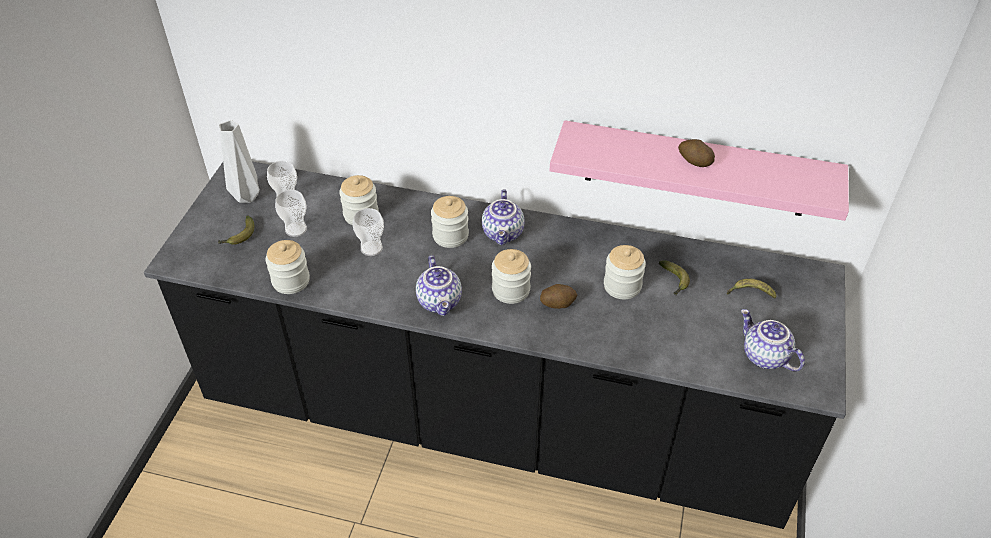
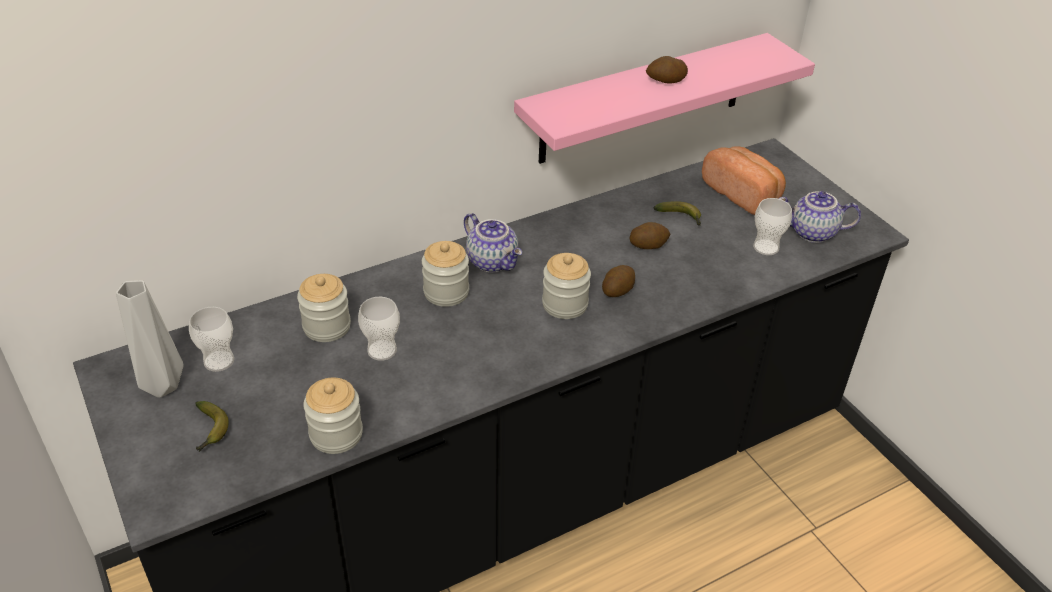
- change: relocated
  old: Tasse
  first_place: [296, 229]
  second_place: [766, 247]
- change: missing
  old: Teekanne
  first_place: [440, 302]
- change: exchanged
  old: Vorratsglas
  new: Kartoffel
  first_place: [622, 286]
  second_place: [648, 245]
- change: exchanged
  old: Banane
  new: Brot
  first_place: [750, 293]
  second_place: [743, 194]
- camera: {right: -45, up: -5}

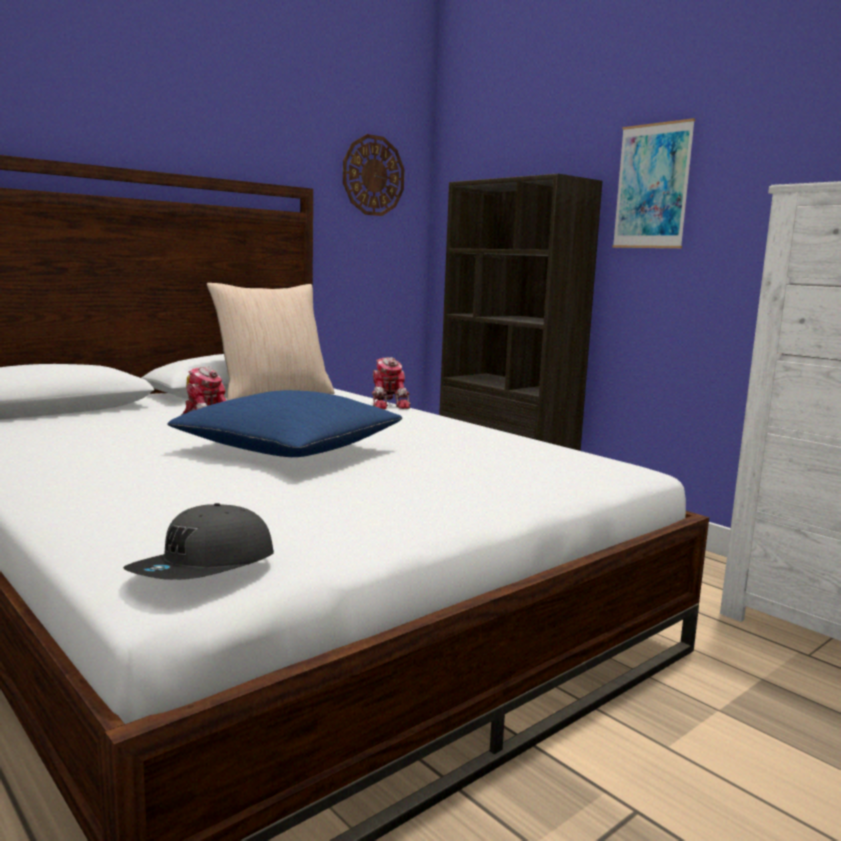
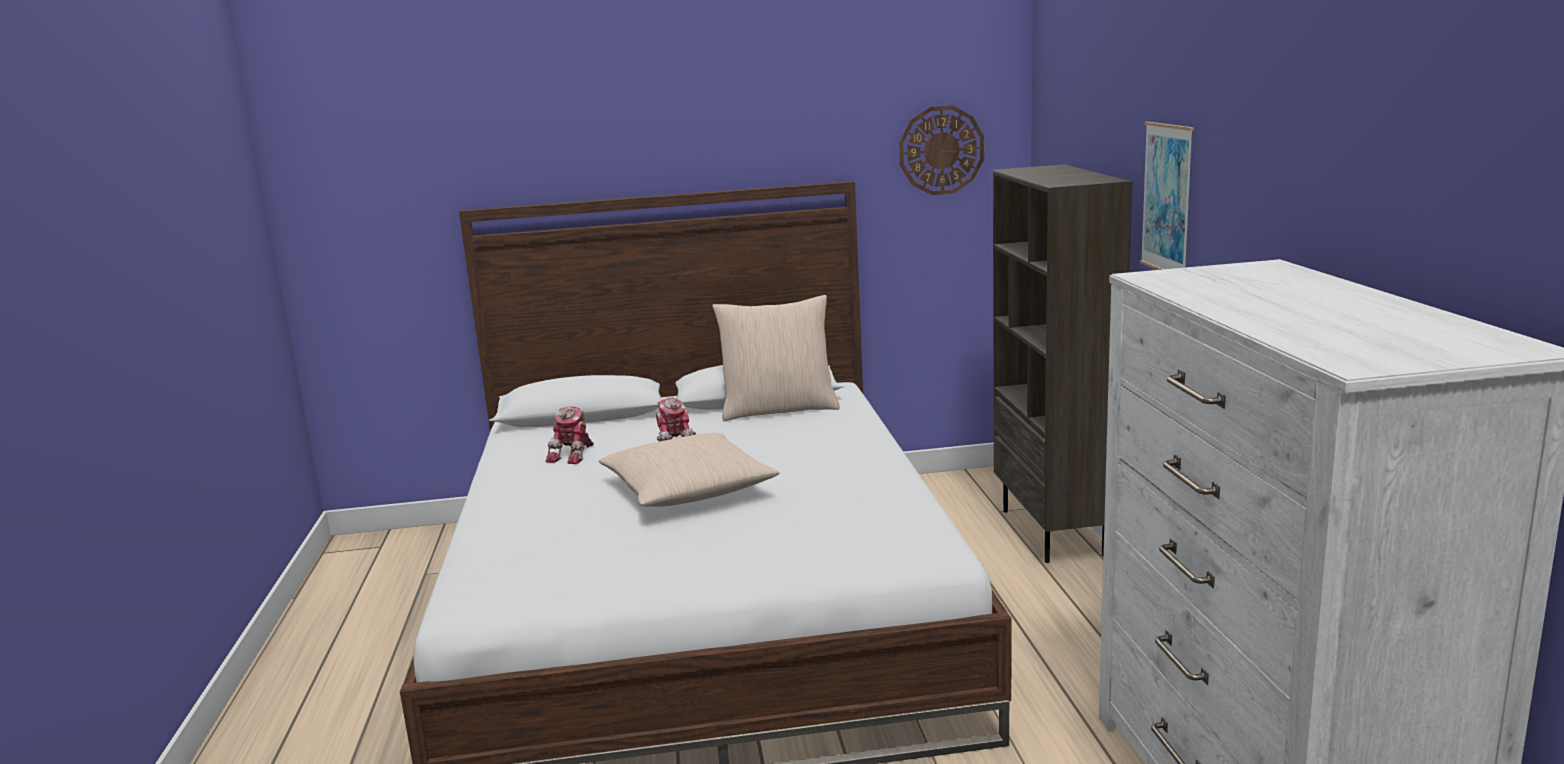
- change: missing
  old: Kappe [grau]
  first_place: [204, 568]
- change: colour
  old: Kissen [blau]
  new: Kissen [beige]
  first_place: [289, 449]
  second_place: [688, 490]
- change: relocated
  old: Spielzeugroboter
  first_place: [388, 404]
  second_place: [574, 454]
- camera: {right: 35, up: 5}

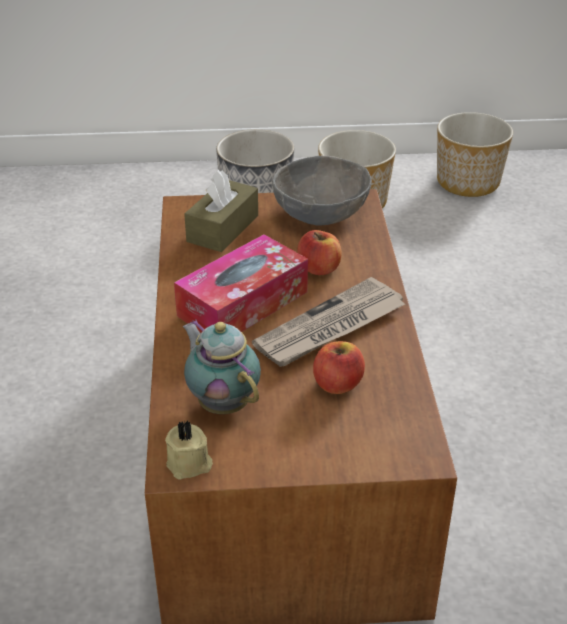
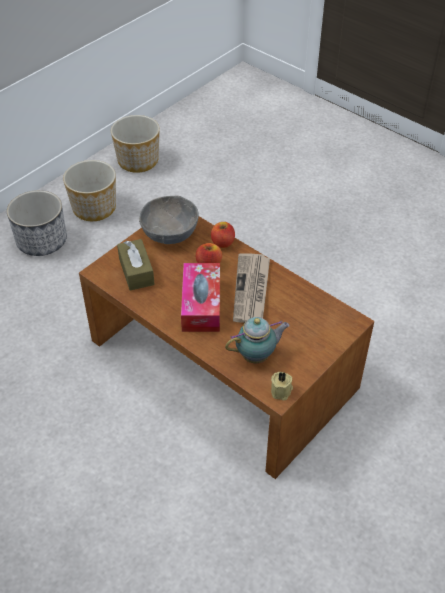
- change: spun
  old: Teekanne
  first_place: [222, 403]
  second_place: [257, 356]
  degrees: 150
- change: relocated
  old: Apfel
  first_place: [337, 384]
  second_place: [222, 243]
- camera: {right: -45, up: 10}

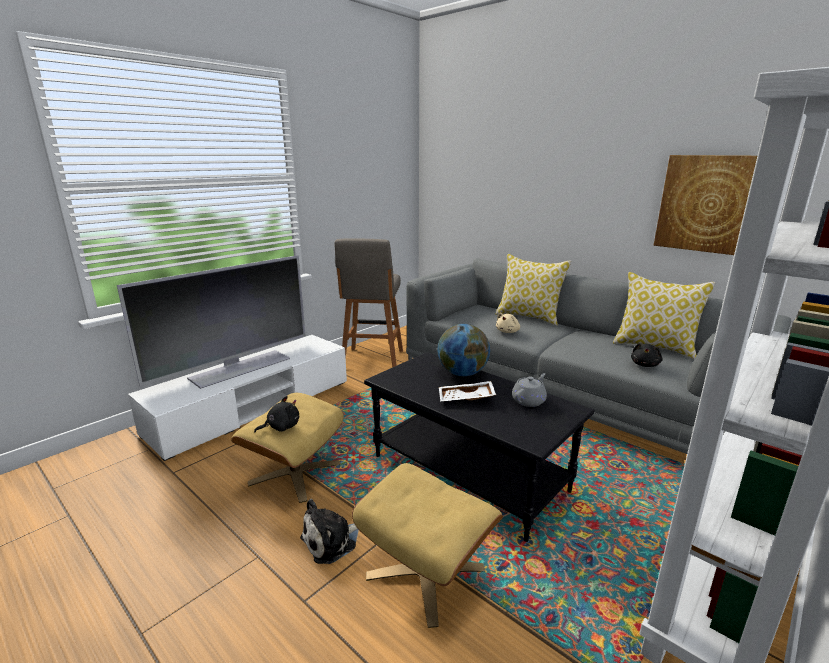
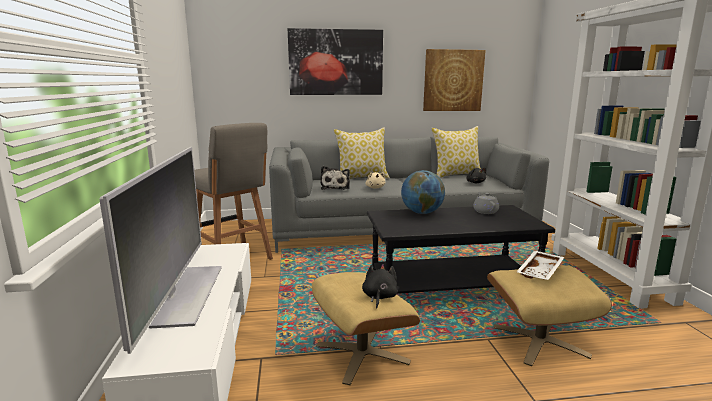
- change: relocated
  old: Plüschtier
  first_place: [332, 541]
  second_place: [335, 187]
- change: relocated
  old: Tablett [weiß]
  first_place: [466, 399]
  second_place: [541, 272]
- change: appeared
  new: Bild
  second_place: [336, 62]
- camera: {right: -50, up: -5}

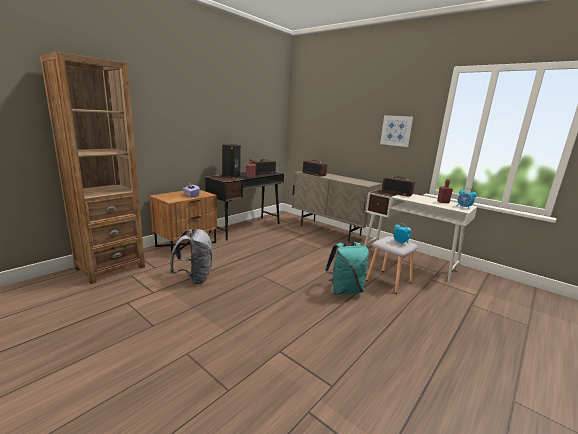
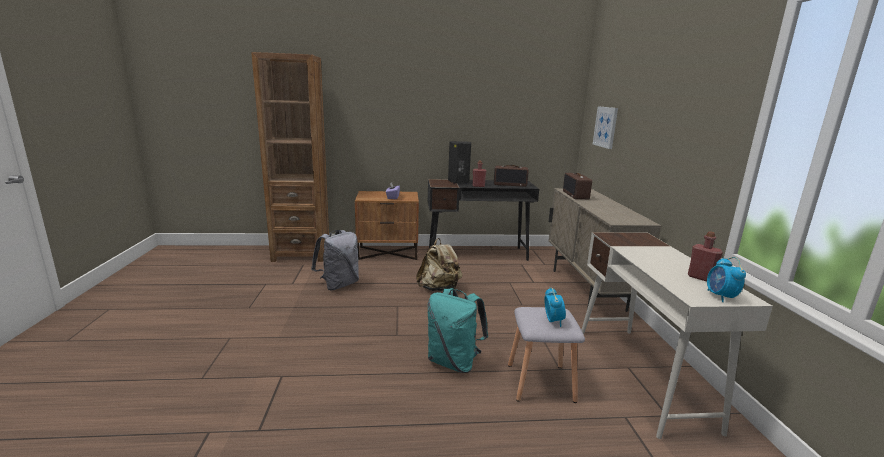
- change: relocated
  old: Bild
  first_place: [396, 130]
  second_place: [606, 127]
- change: missing
  old: Radio
  first_place: [397, 193]
- change: appeared
  new: Rucksack [beige]
  second_place: [439, 288]
- camera: {right: 45, up: 0}

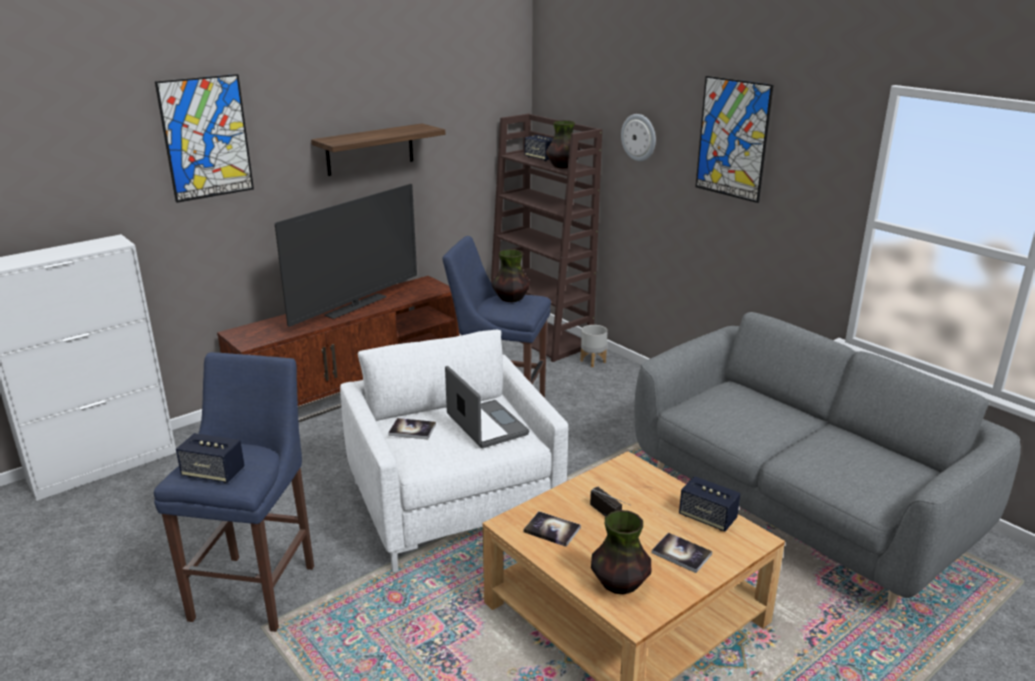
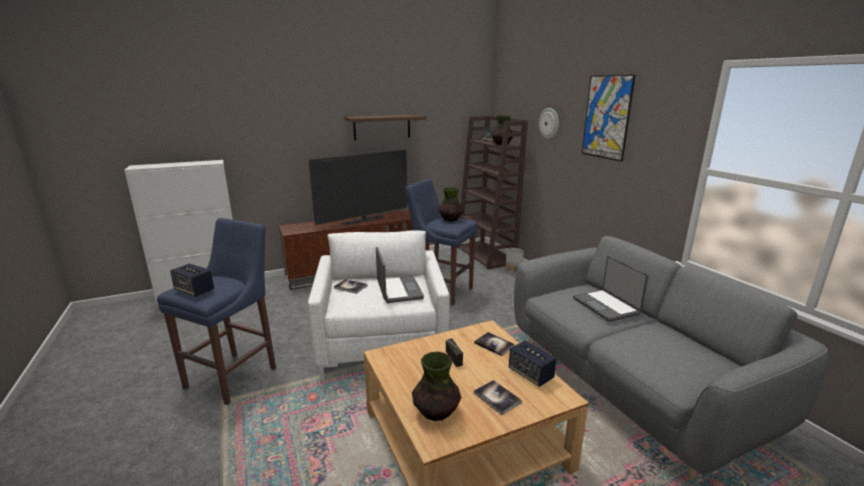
- change: missing
  old: Bild
  first_place: [206, 138]
- change: relocated
  old: Buch
  first_place: [552, 530]
  second_place: [494, 344]
- change: appeared
  new: Laptop
  second_place: [607, 306]
- camera: {right: 15, up: -5}

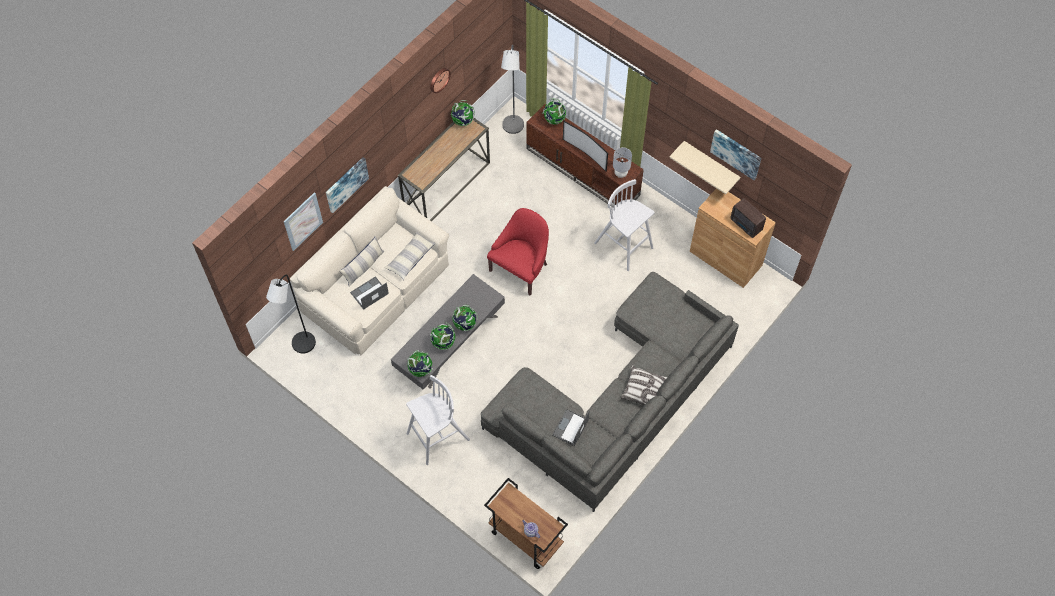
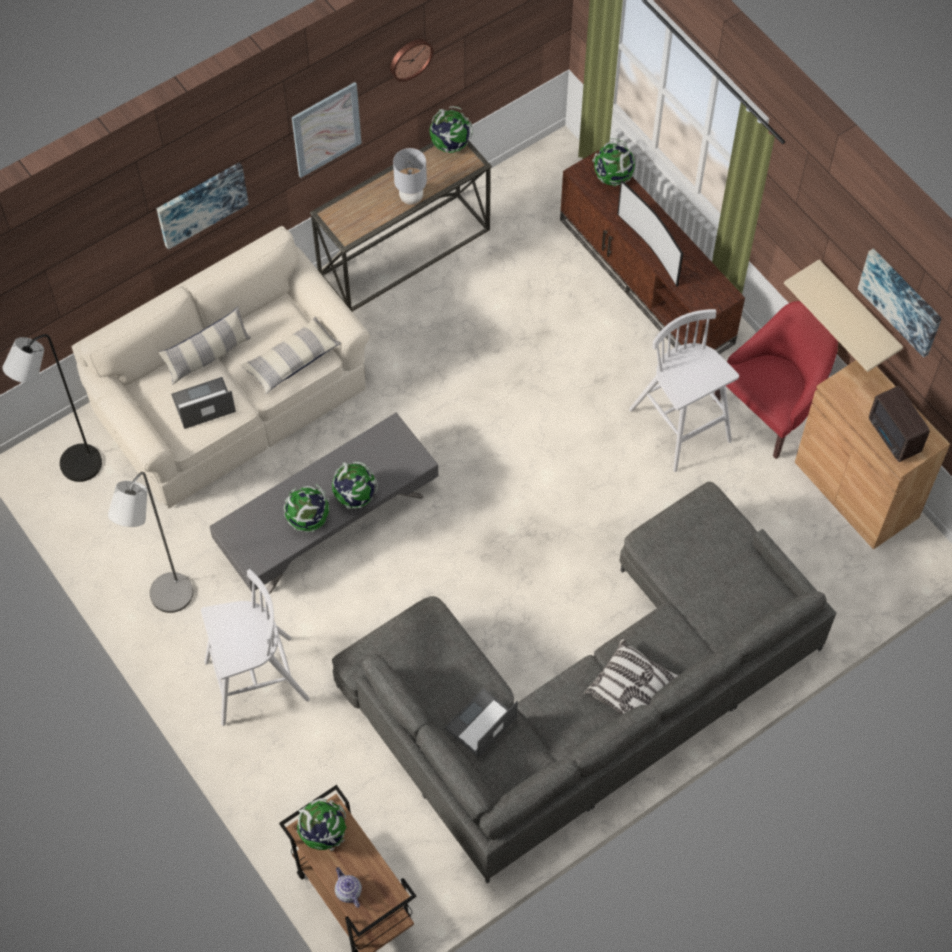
- change: relocated
  old: Bild
  first_place: [303, 221]
  second_place: [326, 129]
- change: relocated
  old: Globus
  first_place: [421, 370]
  second_place: [324, 833]
- change: relocated
  old: Sessel [rot]
  first_place: [521, 268]
  second_place: [771, 408]
- change: relocated
  old: Stehlampe [grau]
  first_place: [512, 128]
  second_place: [167, 600]
- change: relocated
  old: Tischlampe [grau]
  first_place: [620, 173]
  second_place: [410, 197]
- camera: {right: 15, up: 0}

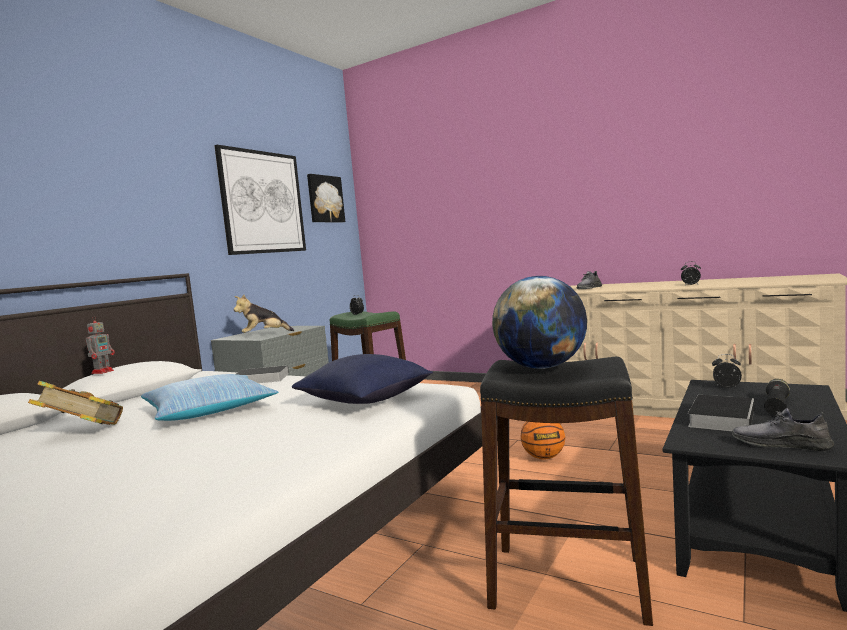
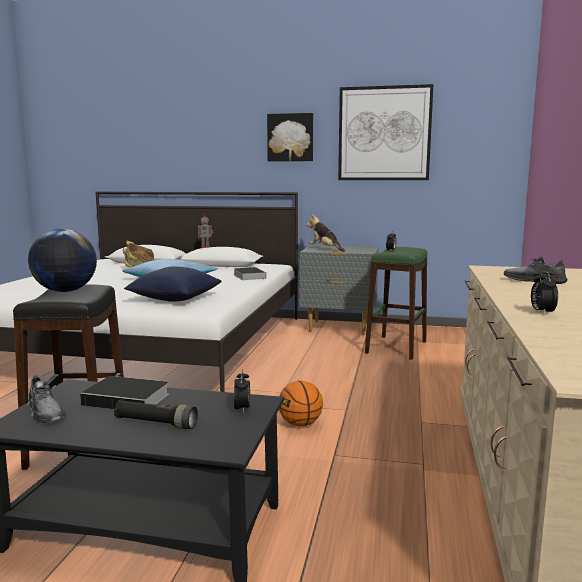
- change: relocated
  old: Bild
  first_place: [325, 199]
  second_place: [290, 137]
- change: spun
  old: Schuh [grau]
  first_place: [781, 444]
  second_place: [45, 413]
  degrees: 135
- camera: {right: 70, up: 5}

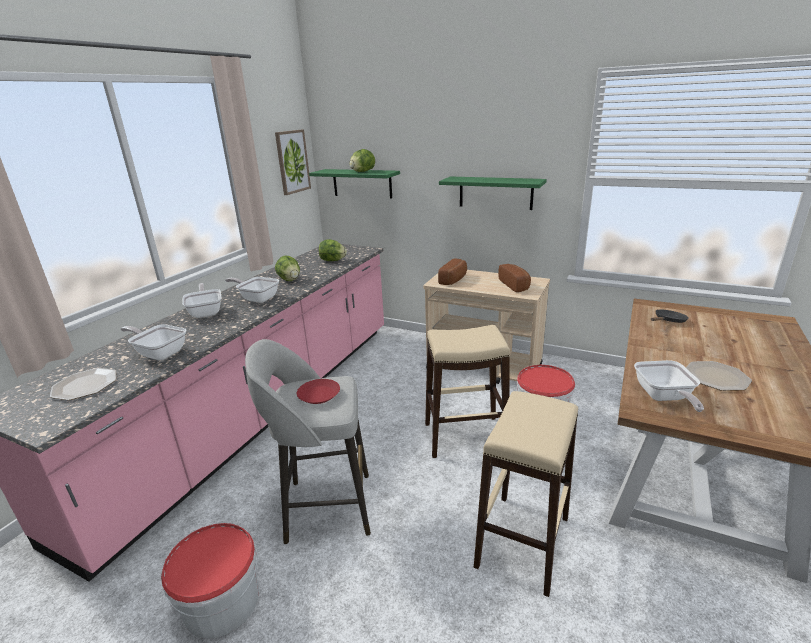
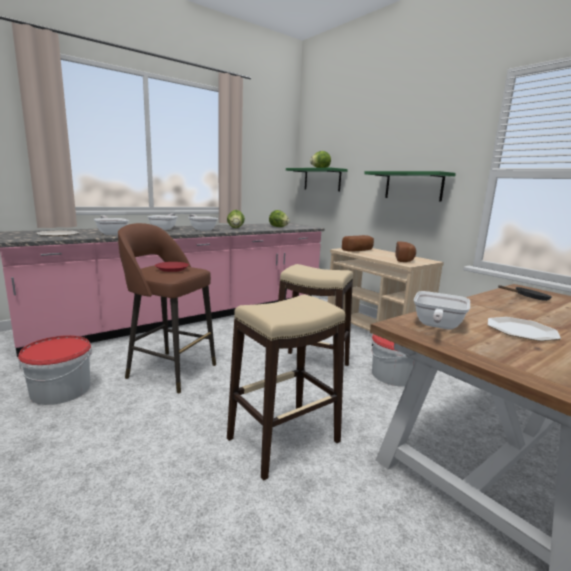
- change: colour
  old: Hocker [grau]
  new: Hocker [braun]
  first_place: [325, 507]
  second_place: [170, 370]
- change: missing
  old: Bild
  first_place: [292, 162]
- camera: {right: 25, up: -10}

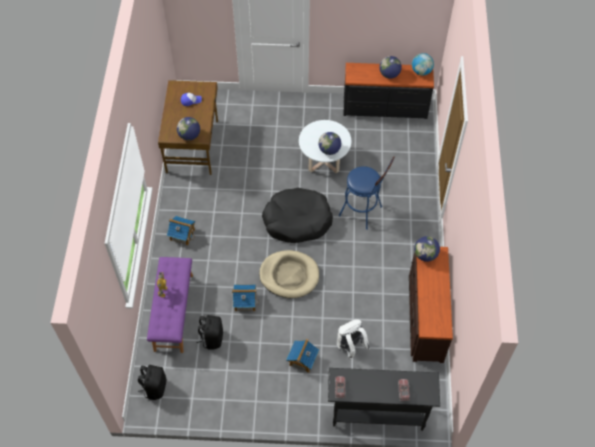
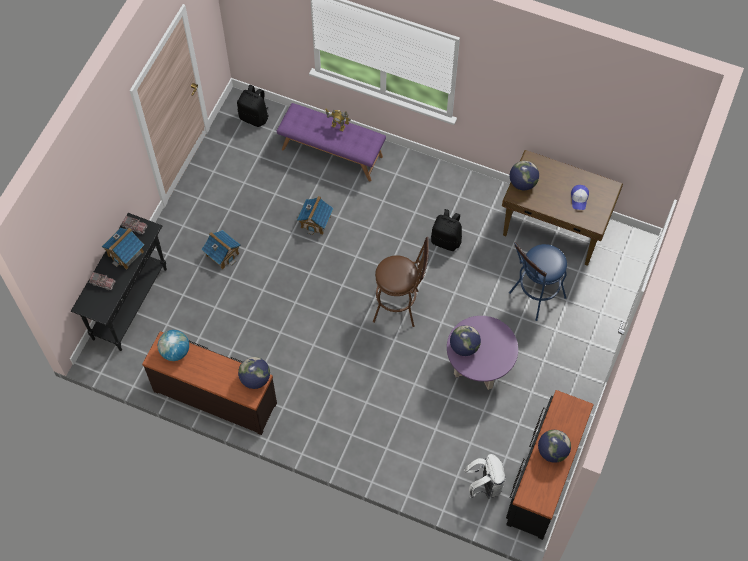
- change: relocated
  old: Spielzeughaus
  first_place: [182, 234]
  second_place: [125, 253]
- change: relocated
  old: Rucksack [schwarz]
  first_place: [212, 338]
  second_place: [446, 240]
- change: missing
  old: Hundebett [beige]
  first_place: [289, 275]
- change: exchanged
  old: Hundebett [schwarz]
  new: Hocker [braun]
  first_place: [297, 220]
  second_place: [400, 306]
- change: colour
  old: Couchtisch [weiß]
  new: Couchtisch [lila]
  first_place: [324, 161]
  second_place: [479, 366]
- change: relocated
  old: Rucksack [weiß]
  first_place: [350, 347]
  second_place: [485, 485]
- change: relocated
  old: Hocker [blau]
  first_place: [364, 212]
  second_place: [534, 298]
- change: relocated
  old: Globus
  first_place: [421, 72]
  second_place: [175, 352]
- camera: {right: 110, up: 5}

